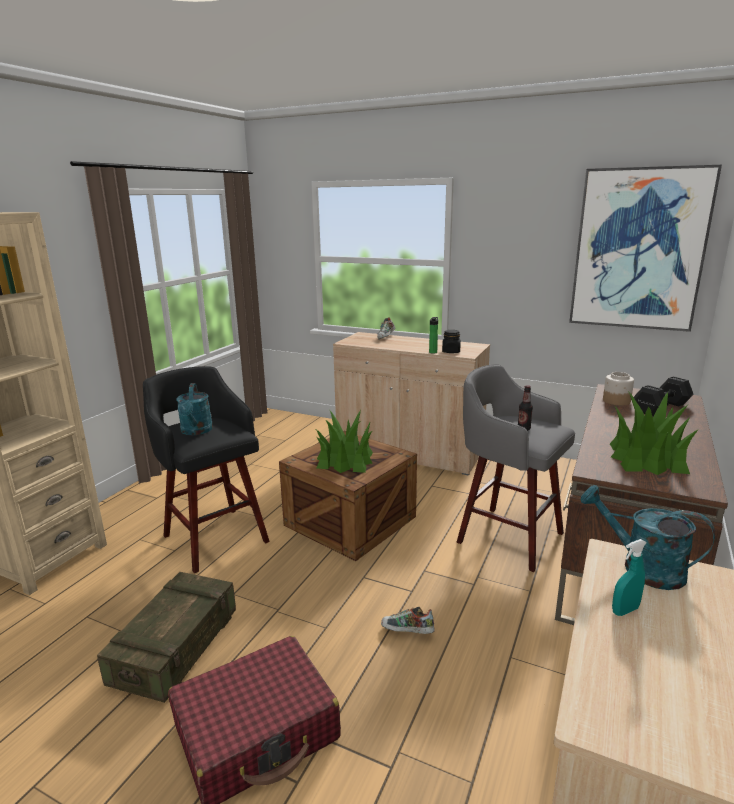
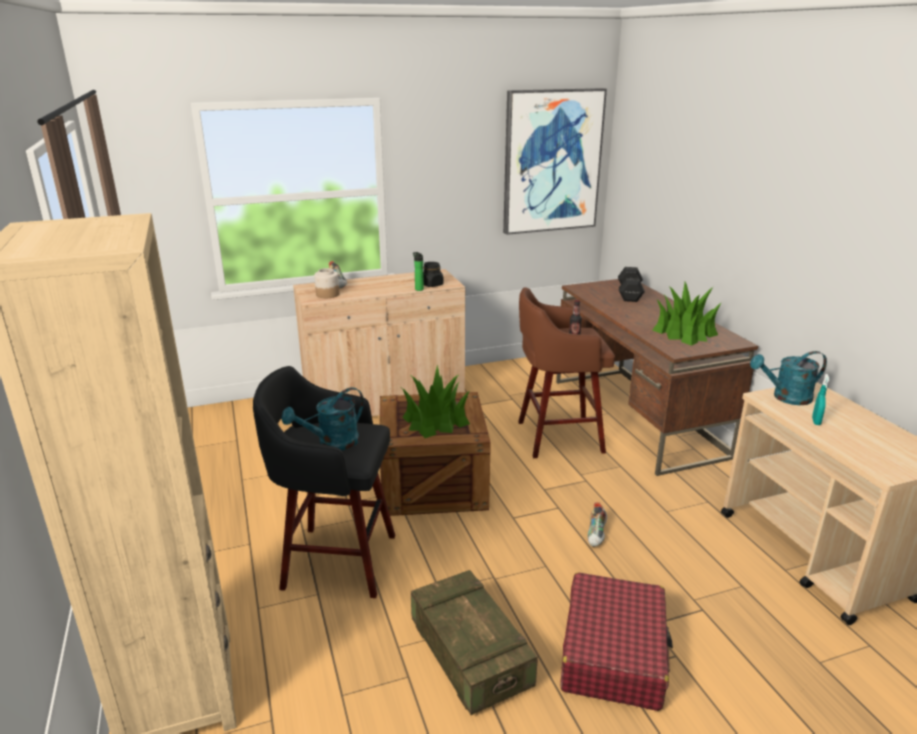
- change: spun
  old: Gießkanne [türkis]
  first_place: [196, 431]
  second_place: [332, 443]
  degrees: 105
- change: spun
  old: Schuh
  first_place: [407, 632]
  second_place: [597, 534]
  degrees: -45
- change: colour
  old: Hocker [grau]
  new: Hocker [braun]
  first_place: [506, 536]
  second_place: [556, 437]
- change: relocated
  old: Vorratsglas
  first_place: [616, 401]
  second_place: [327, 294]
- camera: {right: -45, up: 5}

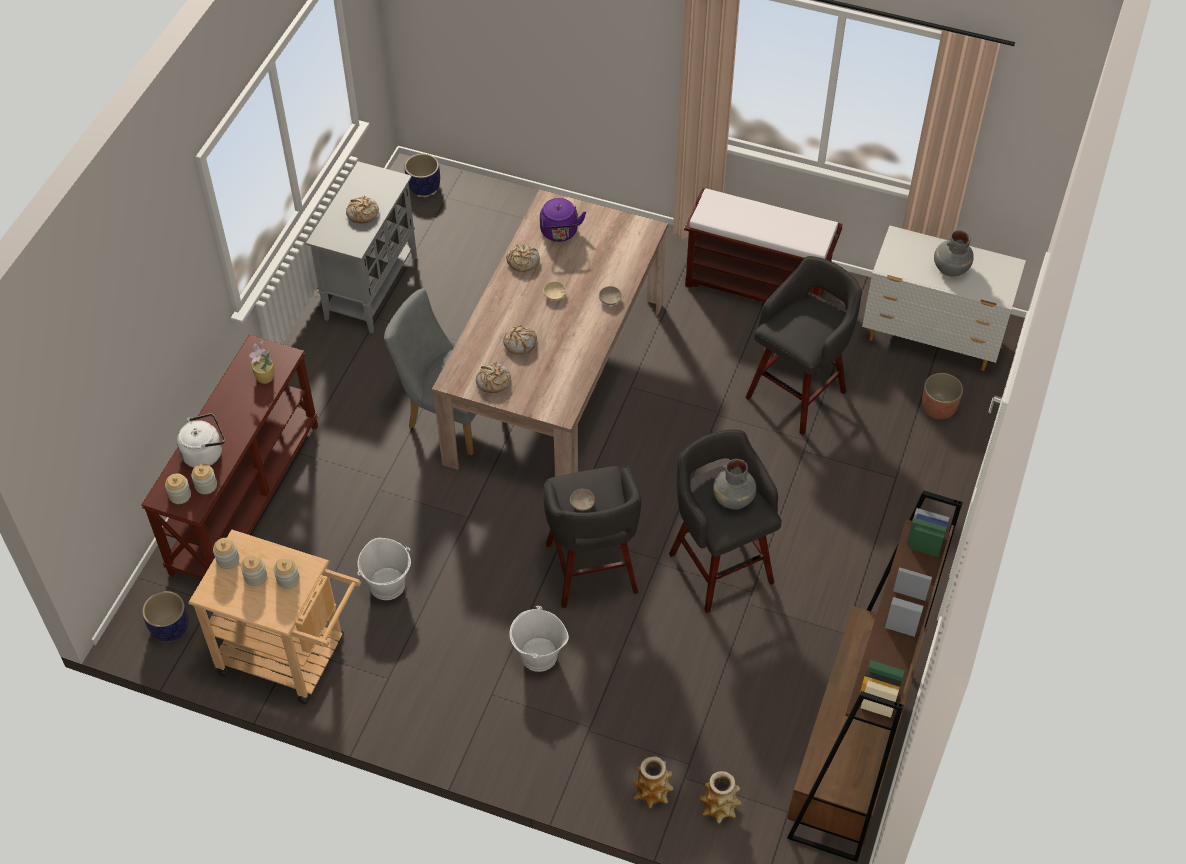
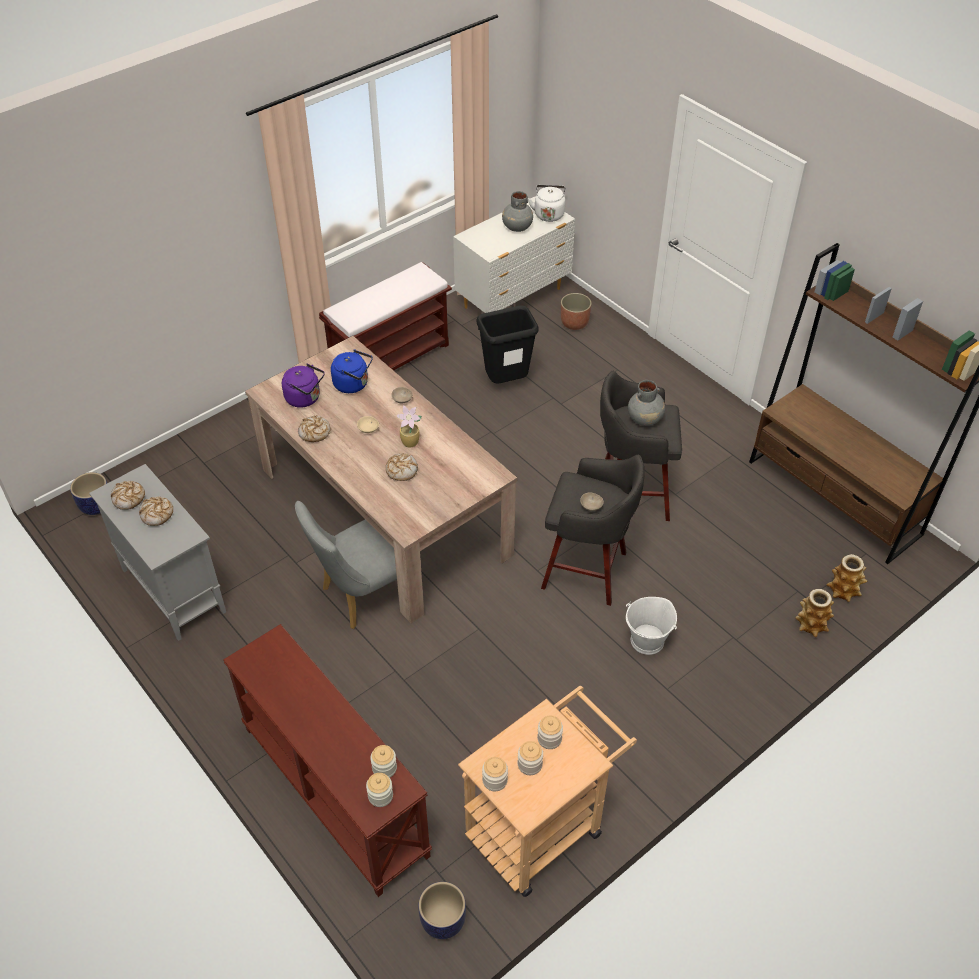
- change: relocated
  old: Wasserkessel [weiß]
  first_place: [205, 453]
  second_place: [549, 214]
- change: relocated
  old: Topfpflanze
  first_place: [265, 378]
  second_place: [411, 443]
- change: missing
  old: Eimer [weiß]
  first_place: [388, 585]
- change: relocated
  old: Brot
  first_place: [493, 381]
  second_place: [128, 498]
- change: exchanged
  old: Hocker [grau]
  new: Mülleimer [schwarz]
  first_place: [798, 392]
  second_place: [507, 382]
- change: appeared
  new: Wasserkessel [blau]
  second_place: [353, 384]
- camera: {right: -60, up: -5}

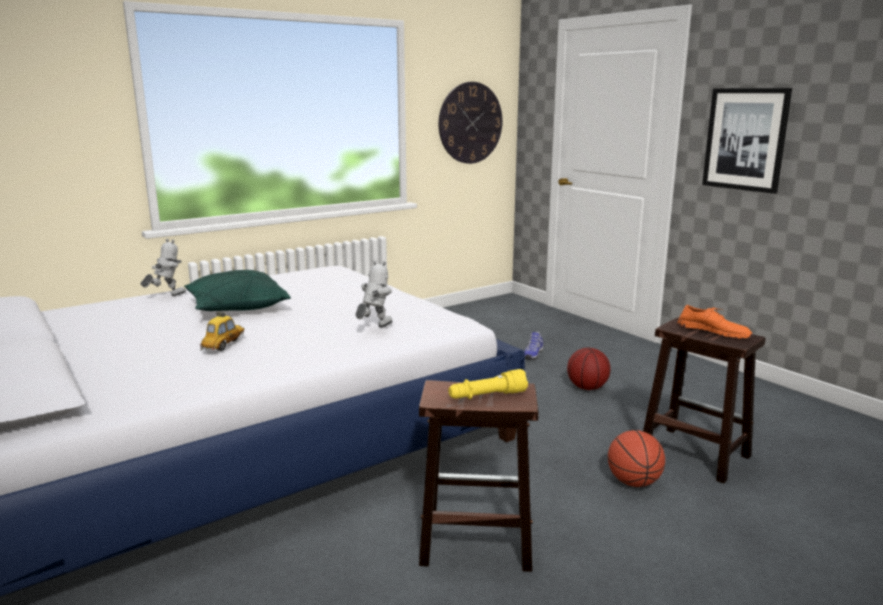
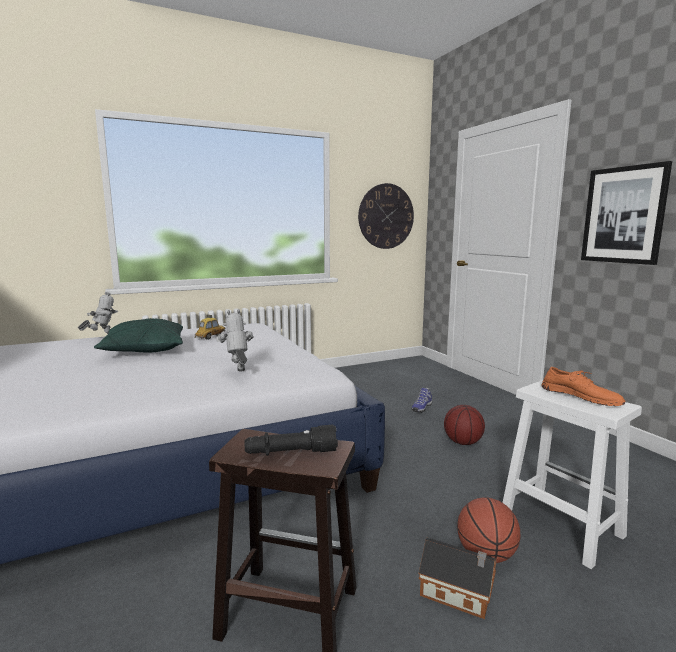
- change: relocated
  old: Spielzeugauto
  first_place: [224, 345]
  second_place: [211, 337]
- change: spun
  old: Spielzeugroboter
  first_place: [374, 328]
  second_place: [238, 373]
  degrees: -60
- change: colour
  old: Taschenlampe [gelb]
  new: Taschenlampe [schwarz]
  first_place: [487, 396]
  second_place: [291, 453]
- change: colour
  old: Hocker [braun]
  new: Hocker [weiß]
  first_place: [692, 453]
  second_place: [558, 525]
- change: appeared
  new: Spielzeughaus
  second_place: [458, 593]
- camera: {right: 10, up: -5}

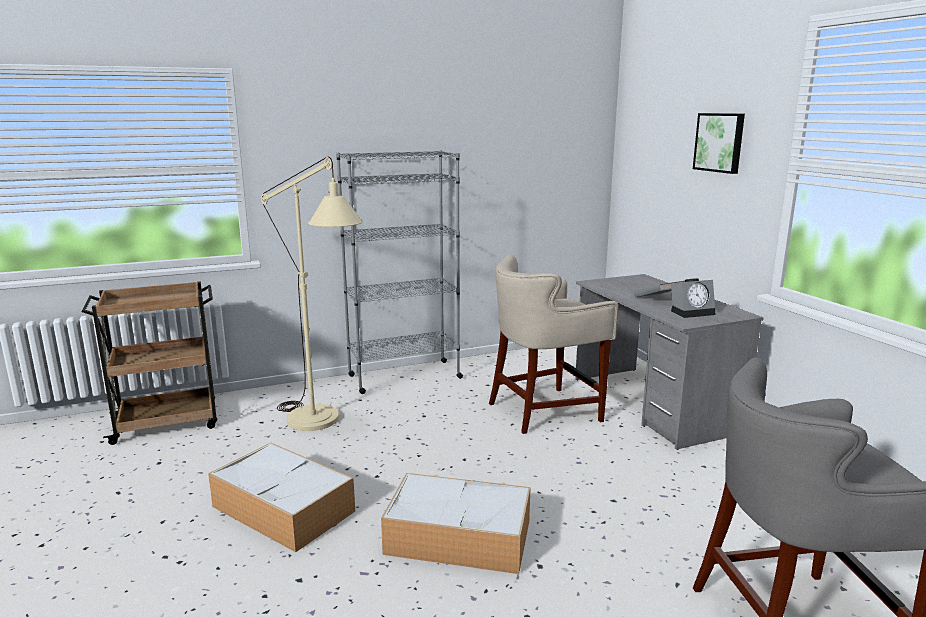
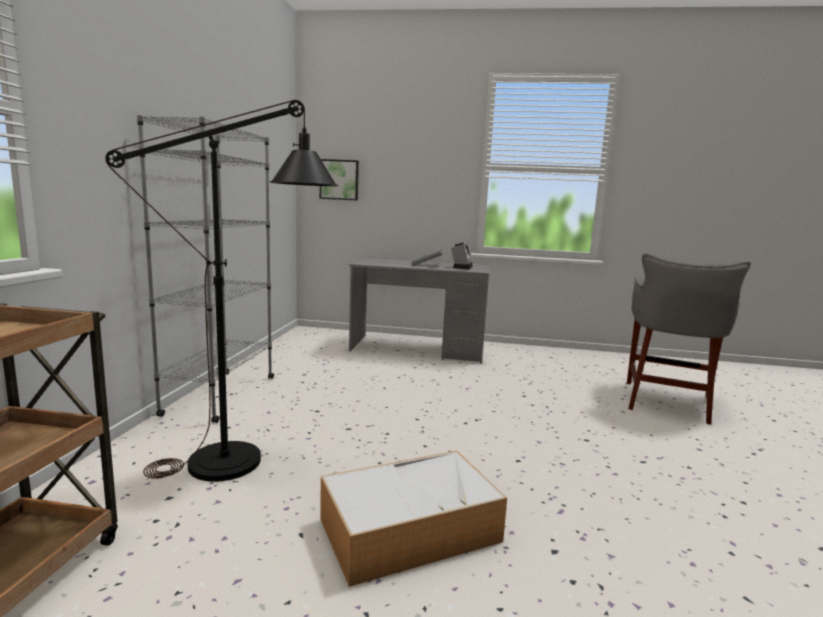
- change: colour
  old: Stehlampe [beige]
  new: Stehlampe [schwarz]
  first_place: [321, 424]
  second_place: [246, 460]
- change: missing
  old: Aufbewahrungsbox
  first_place: [461, 537]
- change: missing
  old: Hocker [beige]
  first_place: [545, 411]
- change: relocated
  old: Bild
  first_place: [720, 142]
  second_place: [339, 180]
- camera: {right: -60, up: -5}

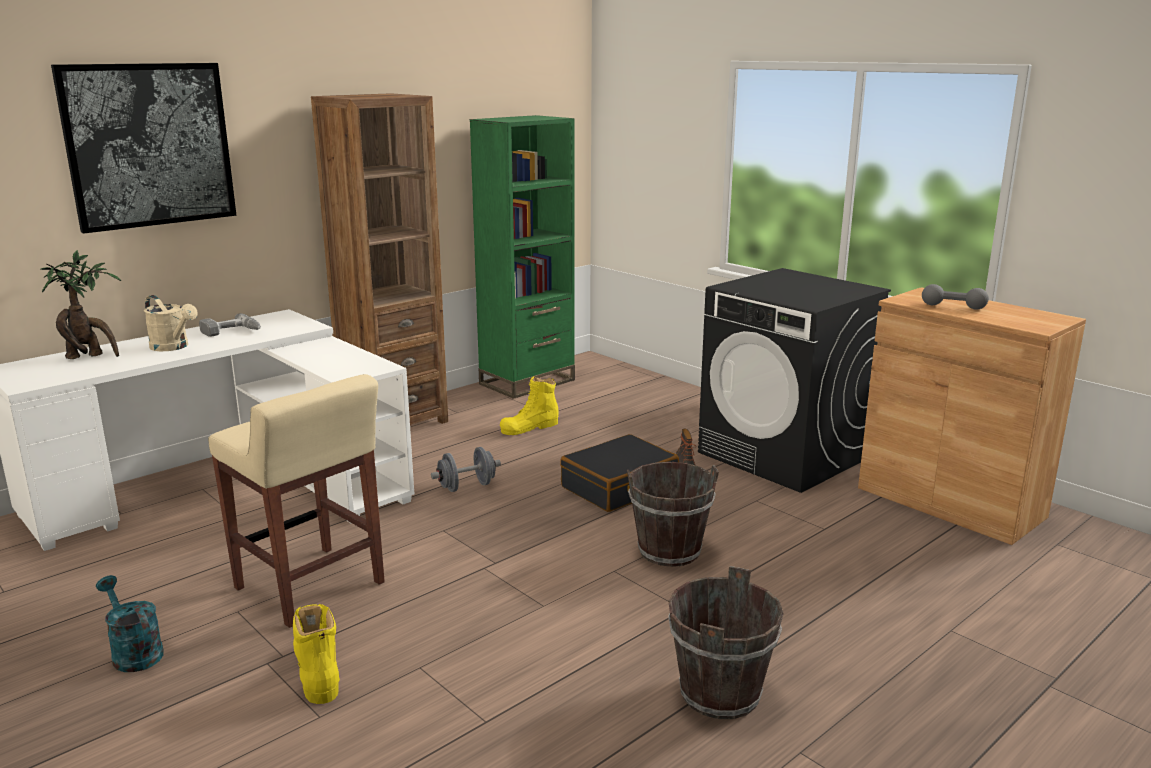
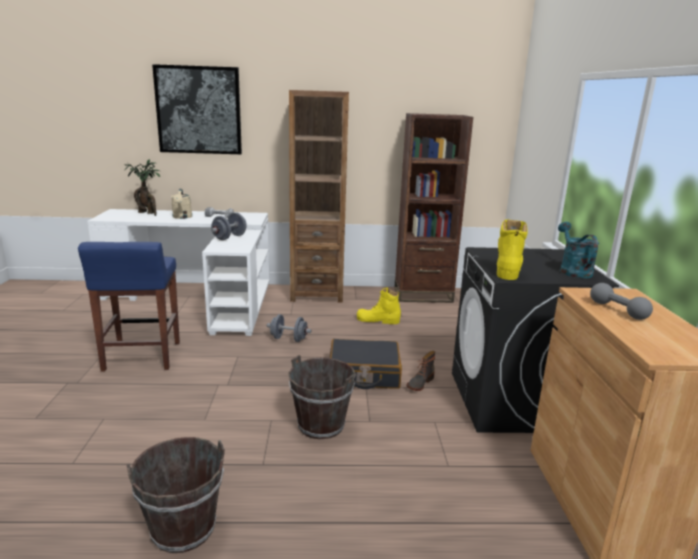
- change: relocated
  old: Gießkanne [türkis]
  first_place: [133, 652]
  second_place: [572, 270]
- change: colour
  old: Hocker [beige]
  new: Hocker [blau]
  first_place: [311, 587]
  second_place: [141, 357]
- change: relocated
  old: Stiefel [gelb]
  first_place: [318, 671]
  second_place: [508, 269]
- change: colour
  old: Bücherregal [grün]
  new: Bücherregal [braun]
  first_place: [527, 382]
  second_place: [423, 295]
- change: appeared
  new: Hantel [grau]
  second_place: [229, 237]
- camera: {right: 40, up: 0}

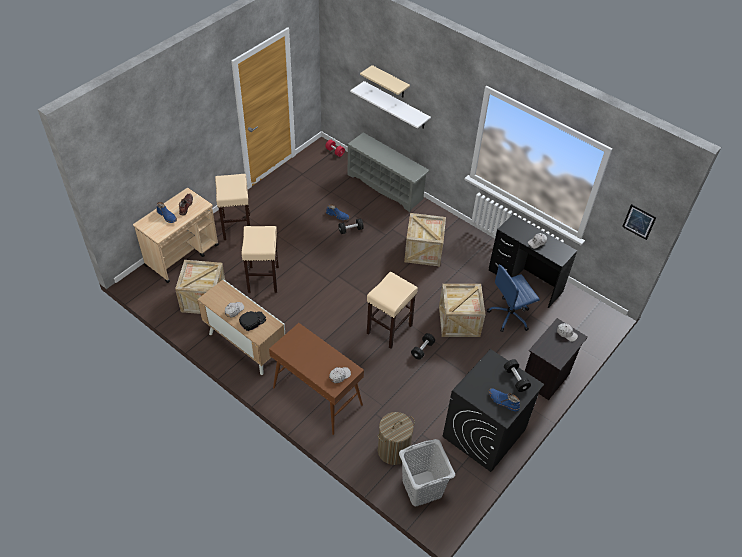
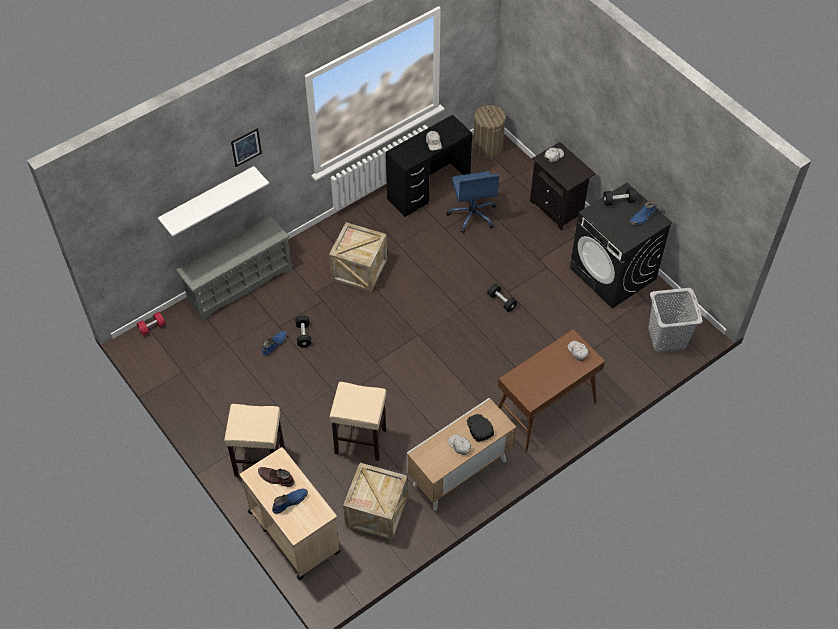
- change: missing
  old: Wandregal [beige]
  first_place: [390, 82]
- change: missing
  old: Hocker [beige]
  first_place: [389, 330]
- change: relocated
  old: Wäschekorb
  first_place: [393, 450]
  second_place: [487, 147]
- change: missing
  old: Kiste
  first_place: [459, 321]
- change: relocated
  old: Bild
  first_place: [639, 222]
  second_place: [246, 147]
- camera: {right: -75, up: 5}

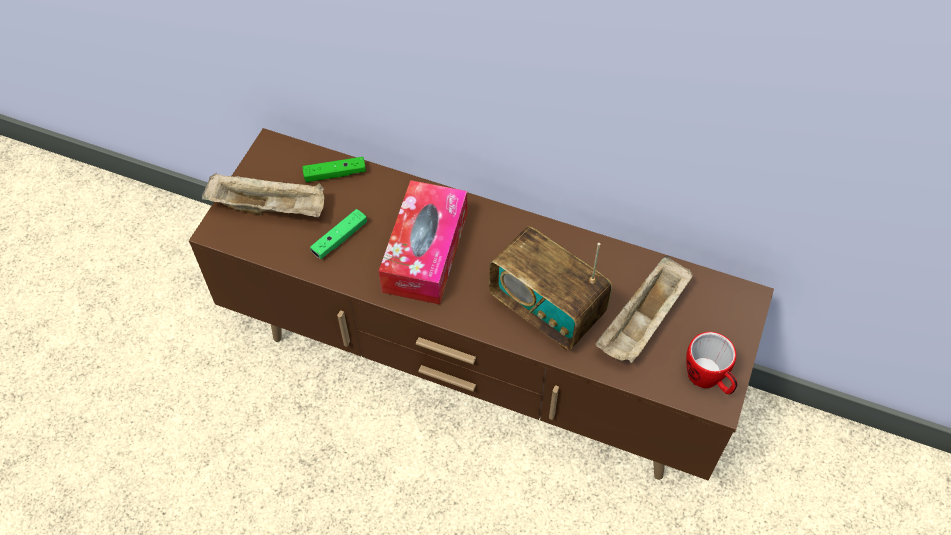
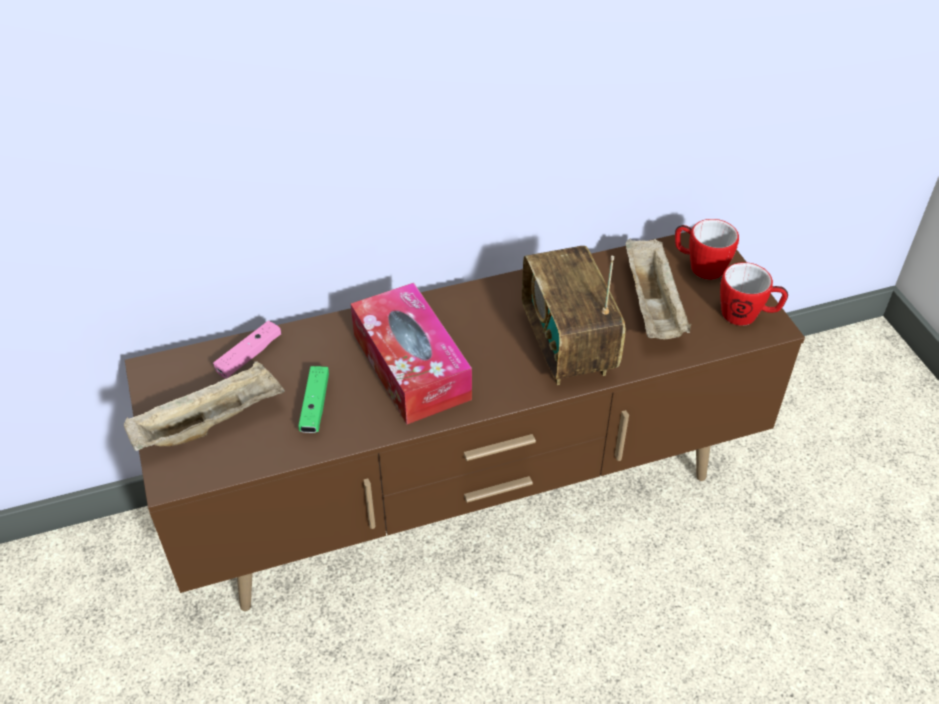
- change: colour
  old: Gamepad [grün]
  new: Gamepad [rosa]
  first_place: [335, 174]
  second_place: [249, 355]
- change: spun
  old: Radio
  first_place: [546, 309]
  second_place: [568, 345]
  degrees: 75
- change: appeared
  new: Henkelbecher
  second_place: [700, 266]
- camera: {right: -40, up: -10}

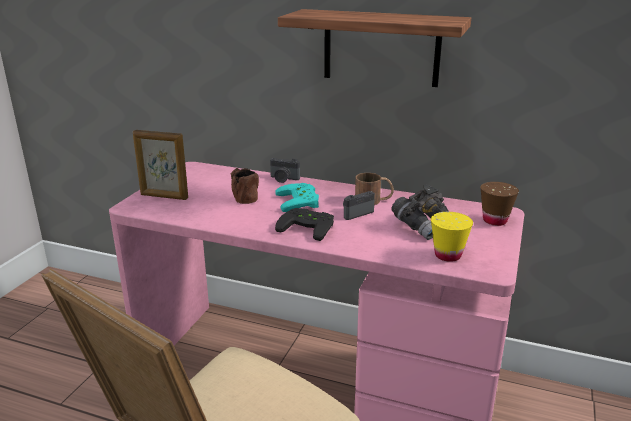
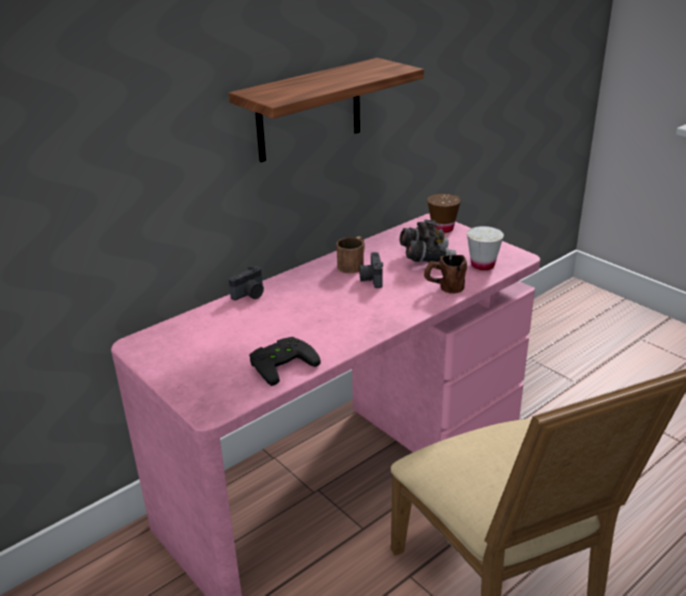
- change: missing
  old: Bilderrahmen
  first_place: [164, 196]
- change: relocated
  old: Henkelbecher [braun]
  first_place: [242, 197]
  second_place: [444, 288]
- change: missing
  old: Gamepad [türkis]
  first_place: [301, 201]
- change: relocated
  old: Gamepad [schwarz]
  first_place: [308, 227]
  second_place: [281, 362]
- change: colour
  old: Tasse [gelb]
  new: Tasse [weiß]
  first_place: [447, 255]
  second_place: [482, 265]
- camera: {right: -60, up: 5}

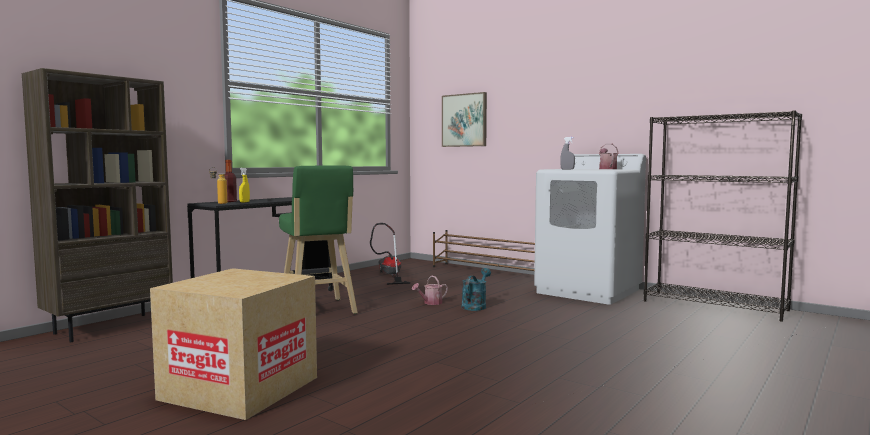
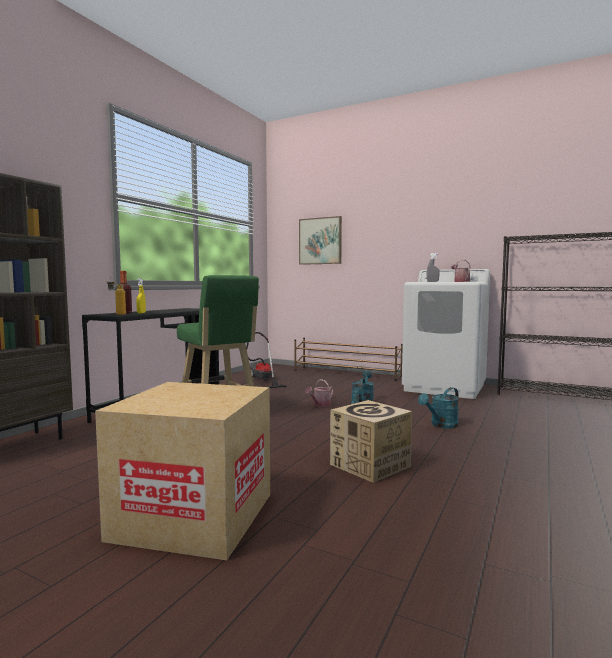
- change: appeared
  new: Karton
  second_place: [370, 465]
- change: appeared
  new: Gießkanne [türkis]
  second_place: [441, 425]
- camera: {right: -10, up: 0}

